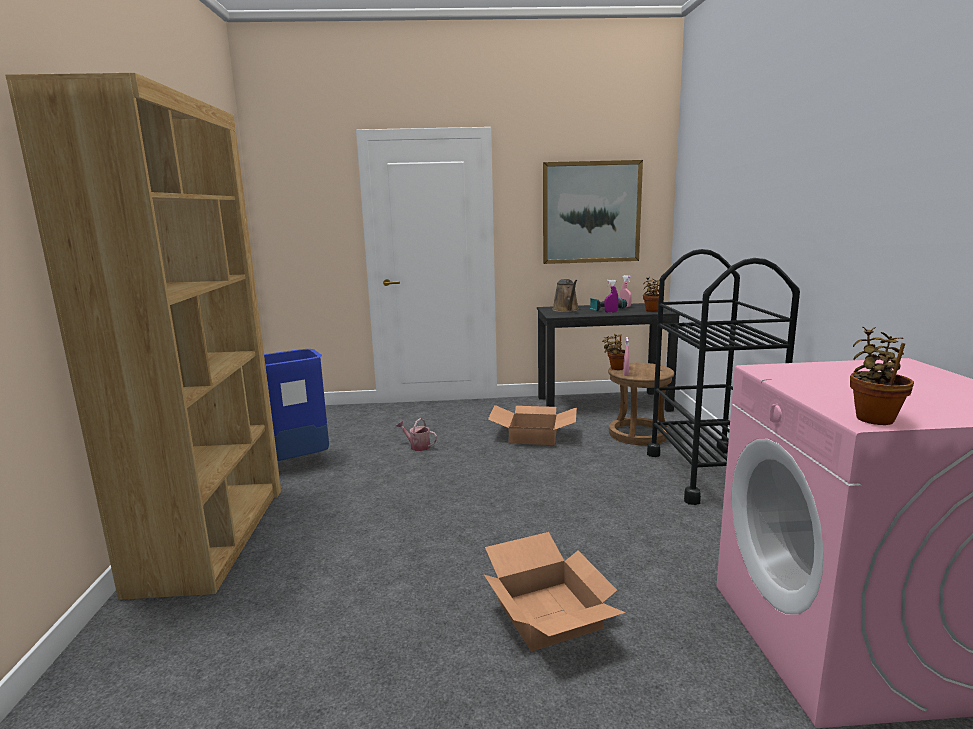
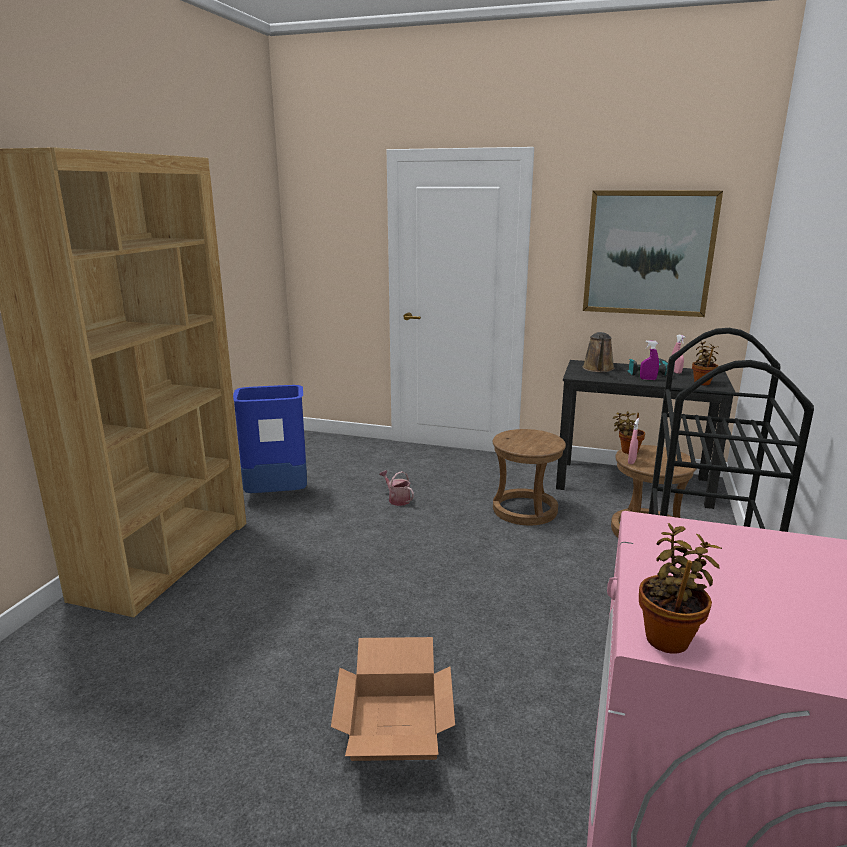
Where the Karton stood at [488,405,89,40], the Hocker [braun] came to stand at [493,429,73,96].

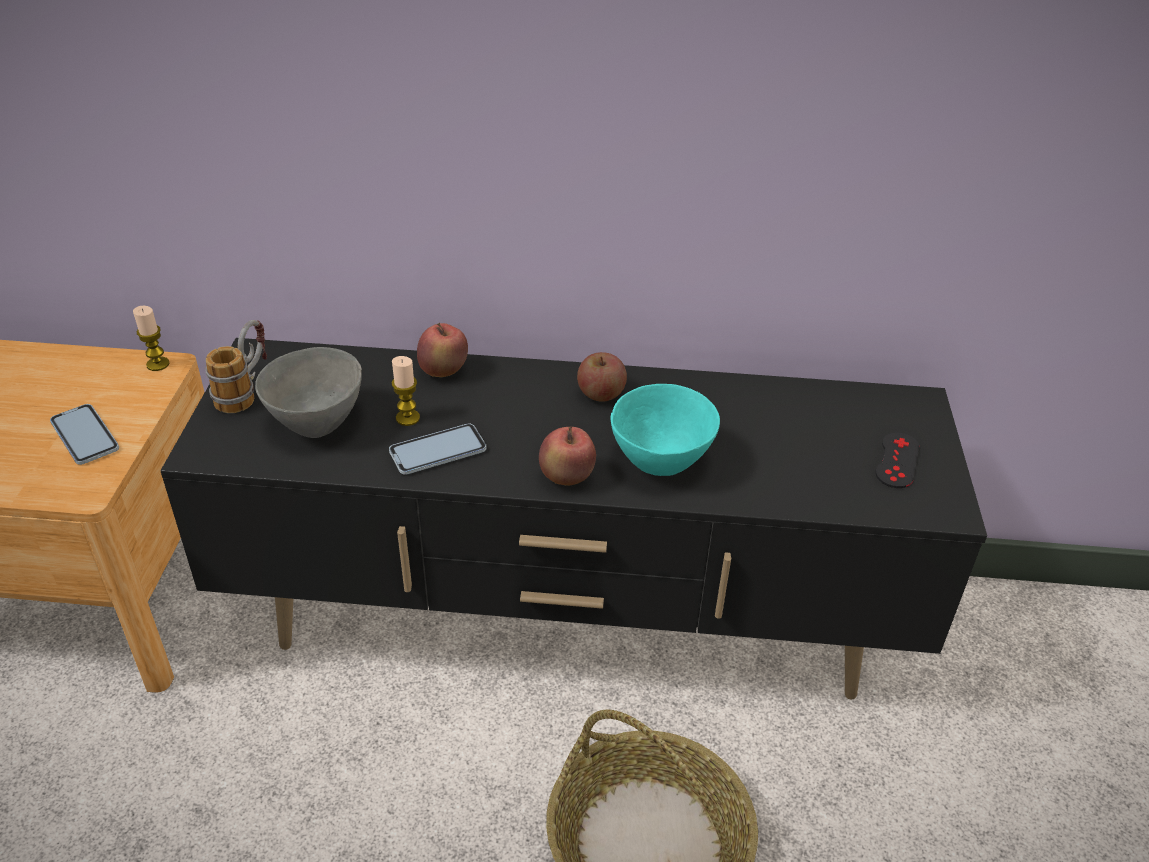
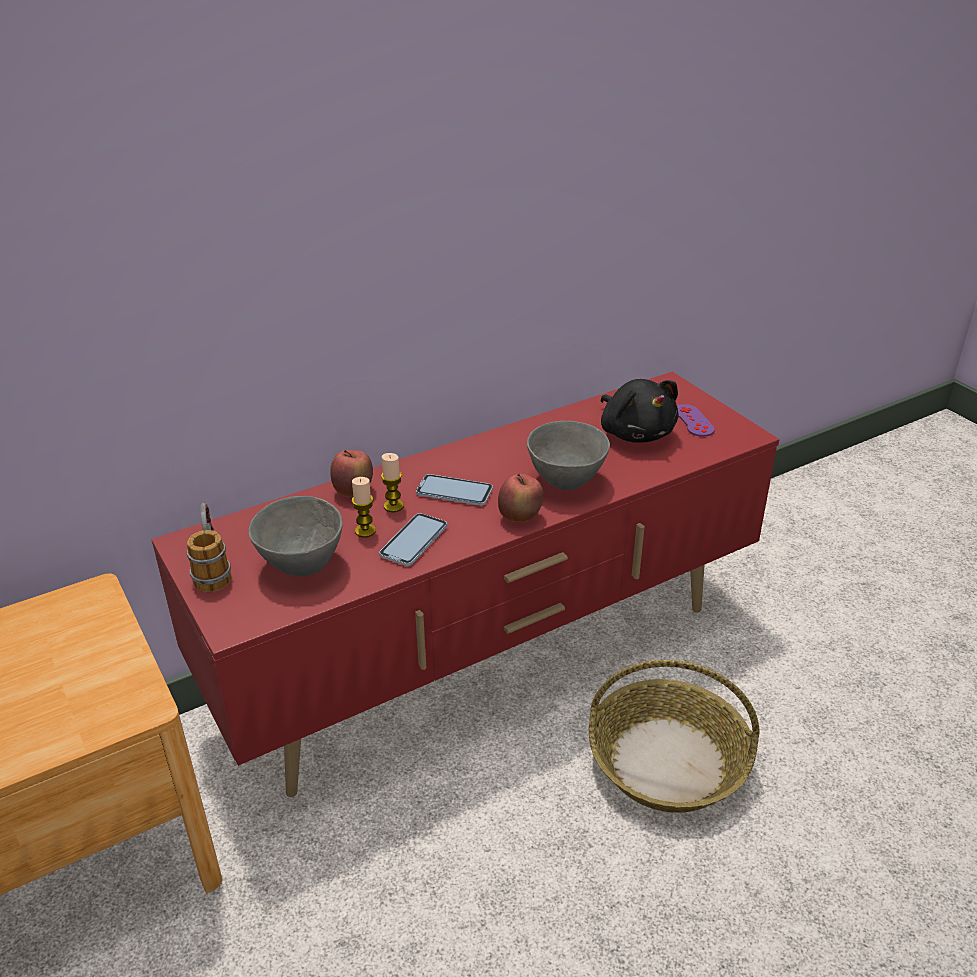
What was the Fernsehschrank [schwarz] at [160,338,827,361] turned into the Fernsehschrank [rot] at [151,372,629,425]. The Kerze ended up elsewhere, having gone from [133,306,37,65] to [381,453,23,59]. The Handy ended up elsewhere, having gone from [50,404,69,61] to [416,474,77,32]. What was the Schüssel [türkis] at [611,384,109,92] turned into the Schüssel [grau] at [527,421,83,69]. The second view gained the Plüschtier [schwarz] at [601,379,78,64]. What was the Gamepad [schwarz] at [875,432,45,56] turned into the Gamepad [lila] at [677,404,38,33]. The second view lost the Apfel at [577,352,50,50].

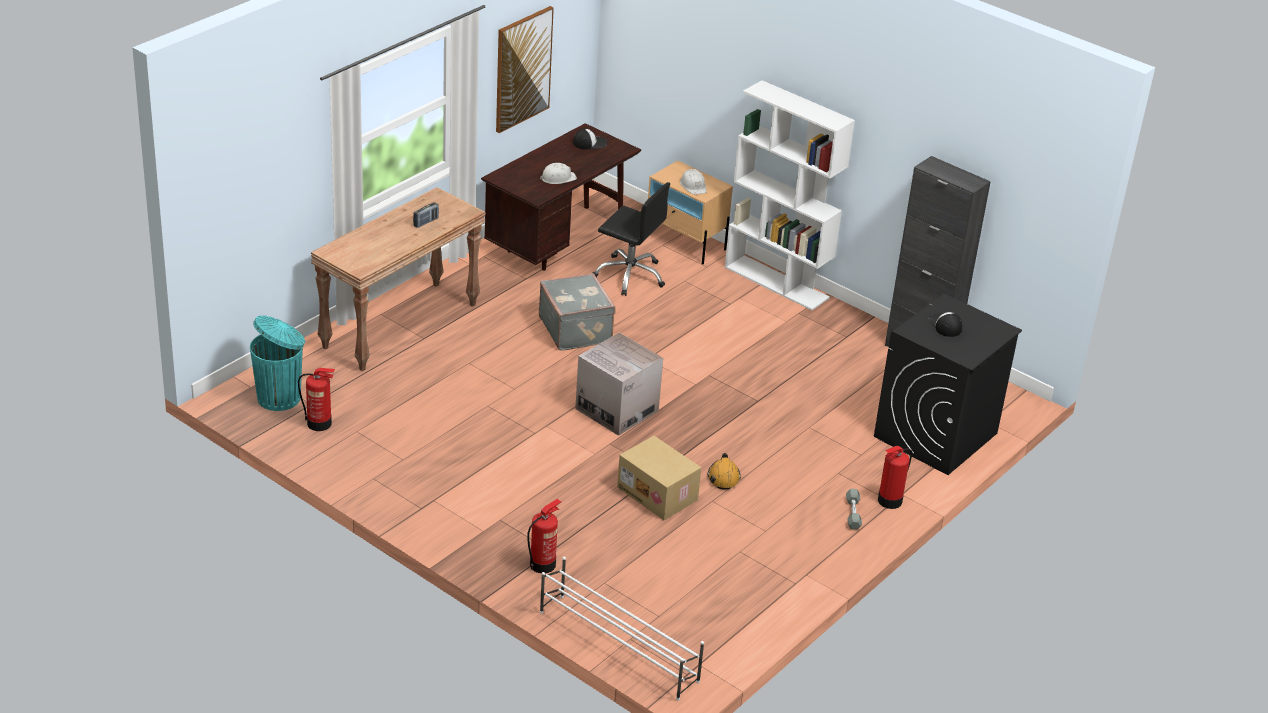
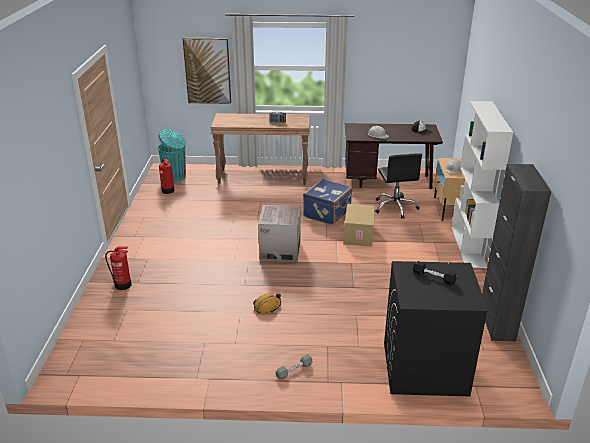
The Bild ended up elsewhere, having gone from [496,6,58,127] to [182,38,49,66]. What was the Koffer [grau] at [539,273,77,78] turned into the Koffer [blau] at [303,178,49,47]. The Karton ended up elsewhere, having gone from [617,436,84,84] to [344,204,31,43]. Where the Kappe stood at [928,312,34,25], the Hantel [schwarz] came to stand at [413,261,44,24]. The second view lost the Schuhregal [weiß] at [540,557,164,144]. The second view lost the Feuerlöscher at [878,446,34,63].

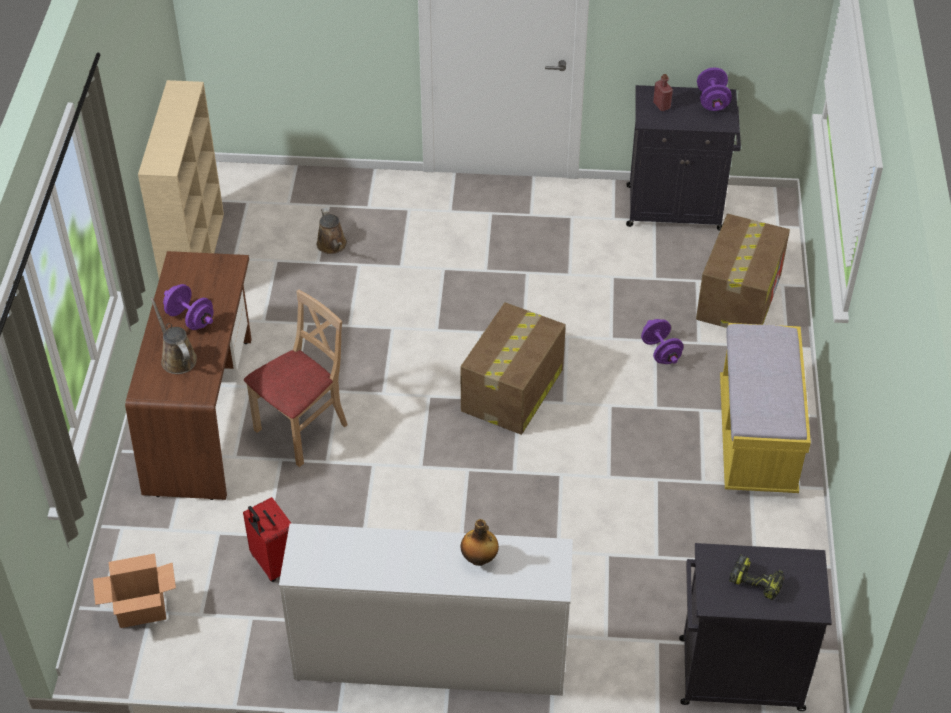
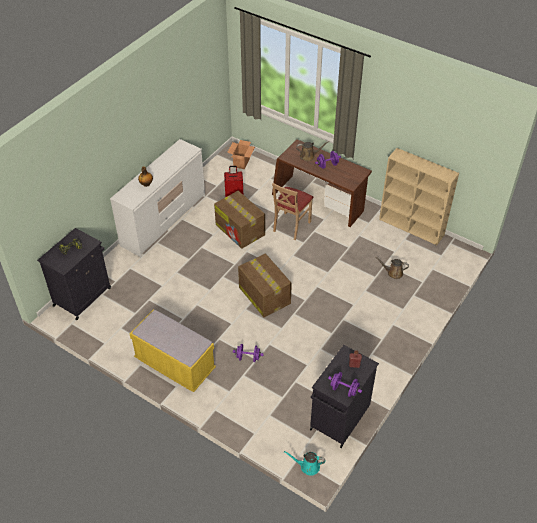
The Karton ended up elsewhere, having gone from [696,214,94,114] to [214,191,51,58]. The Stuhl [beige] at [244,290,103,177] ended up facing another way, 45 degrees clockwise from before. The second view gained the Gießkanne [türkis] at [284,451,41,25].

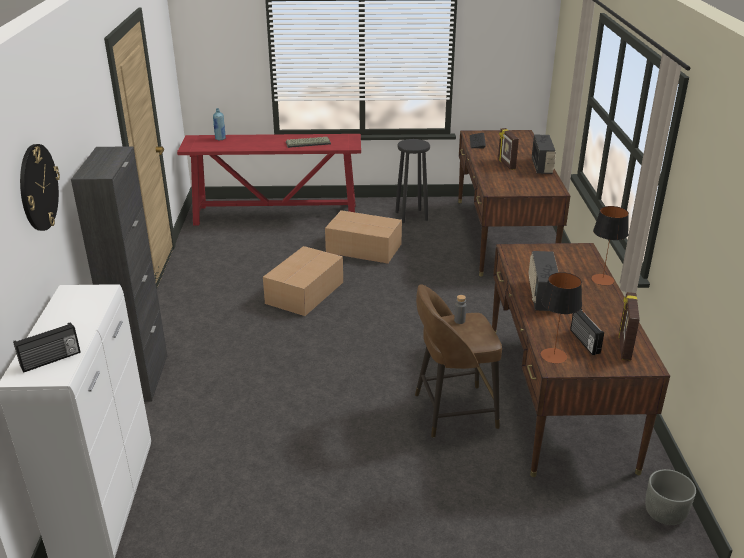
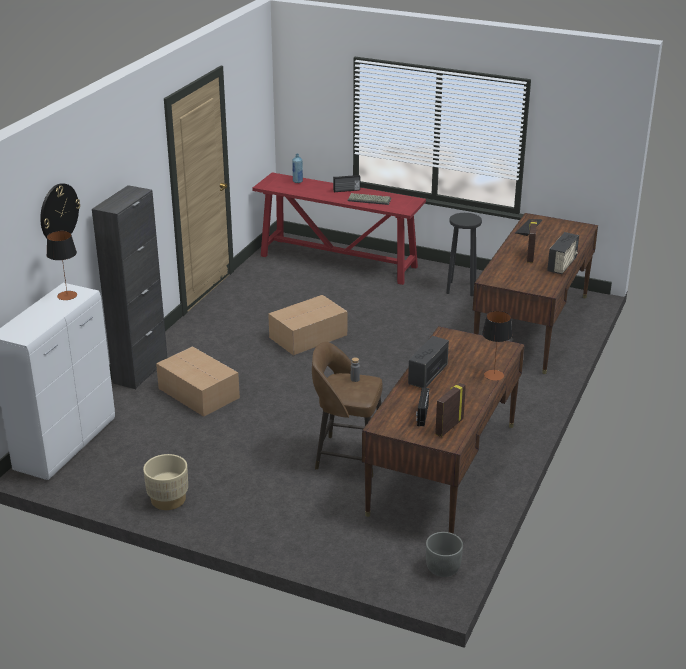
The Tischlampe ended up elsewhere, having gone from [541,272,41,91] to [47,231,30,69]. The second view gained the Pflanzkübel [beige] at [143,454,45,56]. The Karton ended up elsewhere, having gone from [325,210,77,54] to [156,346,84,71]. The Radio ended up elsewhere, having gone from [13,322,67,51] to [333,175,27,17].

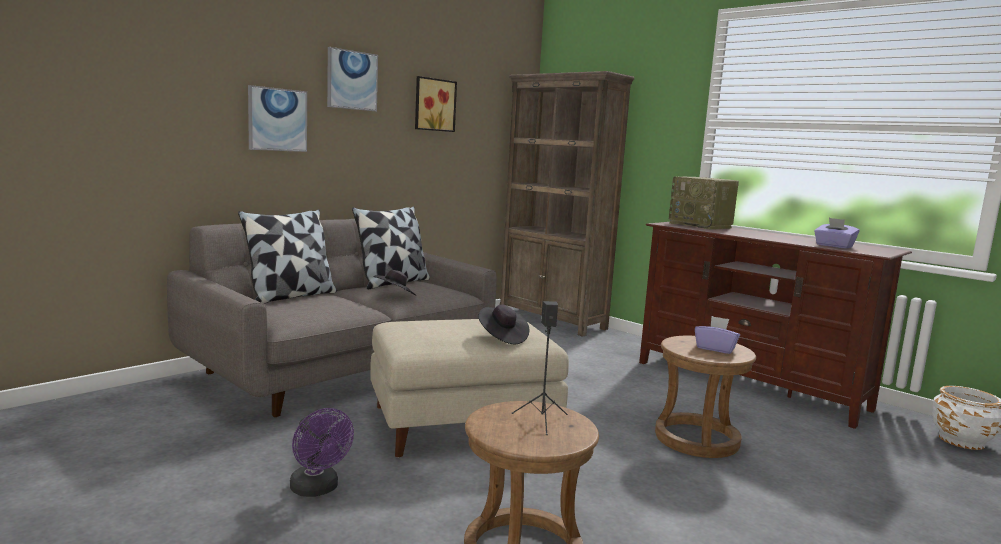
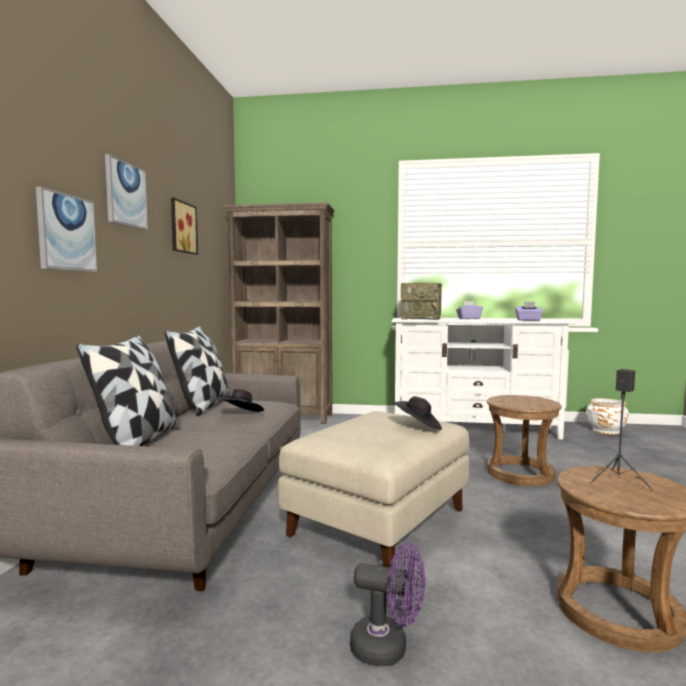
What was the Fernsehschrank [braun] at [639,222,273,207] turned into the Fernsehschrank [weiß] at [391,318,184,122]. The Taschentuchbox [lila] ended up elsewhere, having gone from [695,316,45,38] to [456,301,27,18].

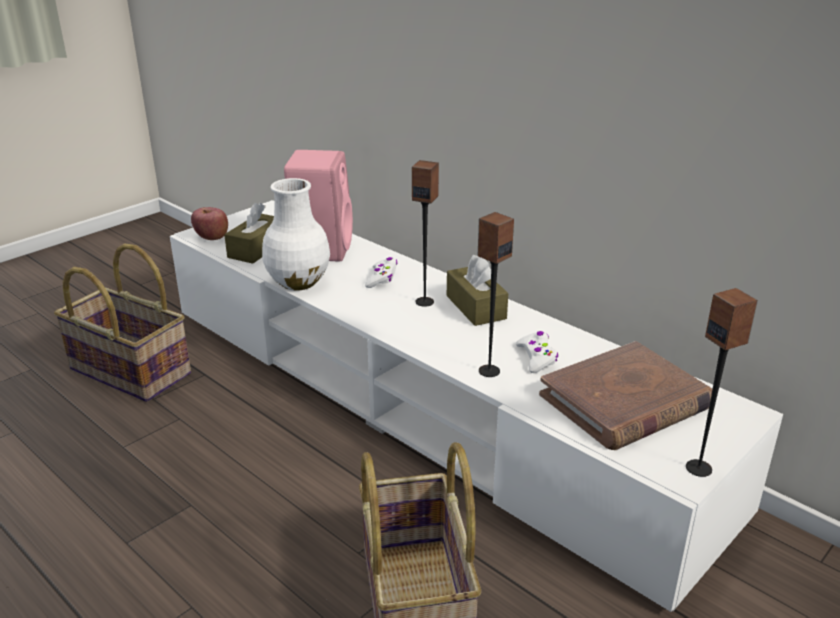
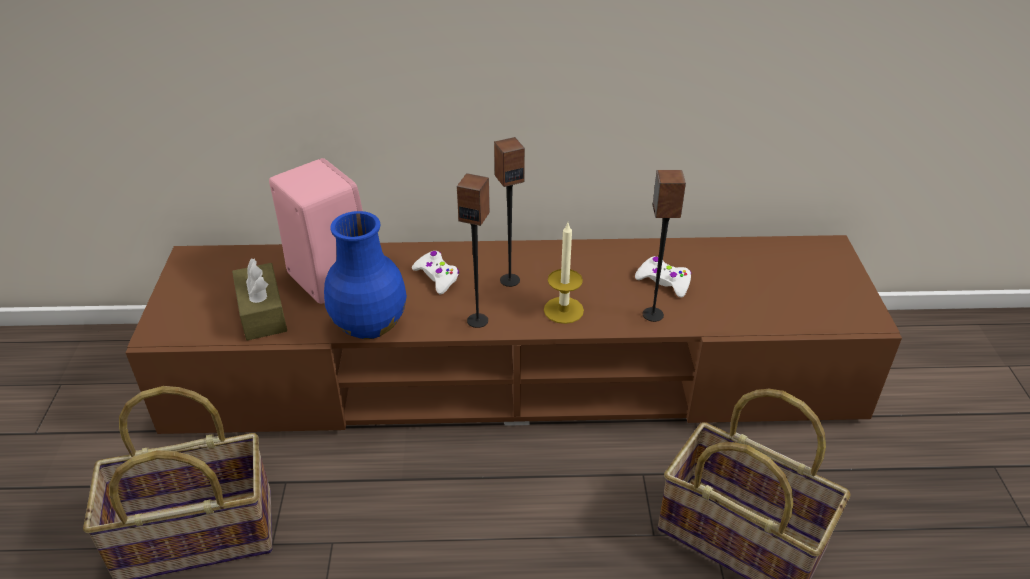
What was the Fernsehschrank [weiß] at [170,200,613,412] turned into the Fernsehschrank [braun] at [126,235,776,199]. What was the Vase [weiß] at [262,178,68,113] turned into the Vase [blau] at [324,211,83,128]. The Lautsprecher ended up elsewhere, having gone from [686,288,72,189] to [457,173,33,155]. The second view gained the Kerze at [544,223,40,101]. The second view lost the Apfel at [191,207,37,33]. The second view lost the Taschentuchbox [braun] at [447,255,61,71]. The second view lost the Buch [braun] at [539,341,173,109].

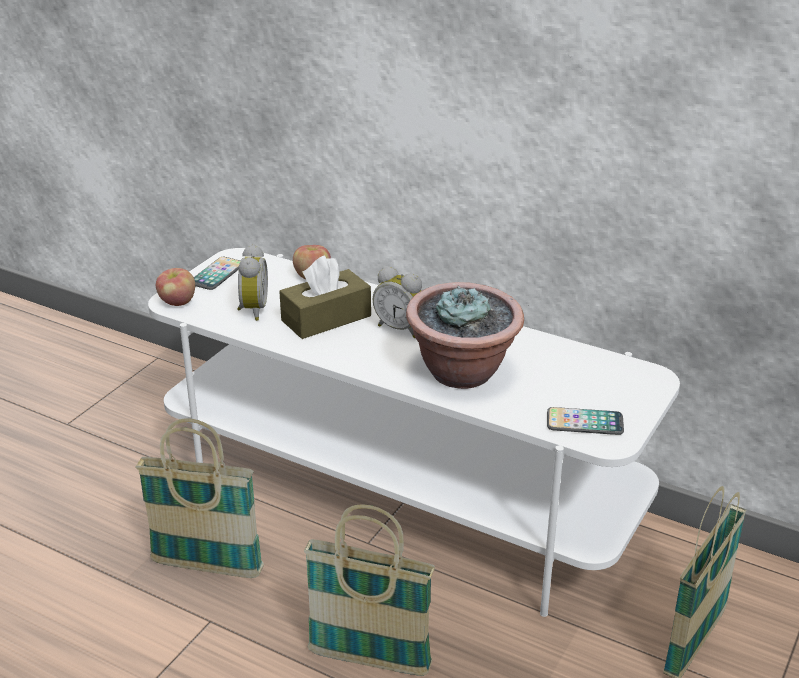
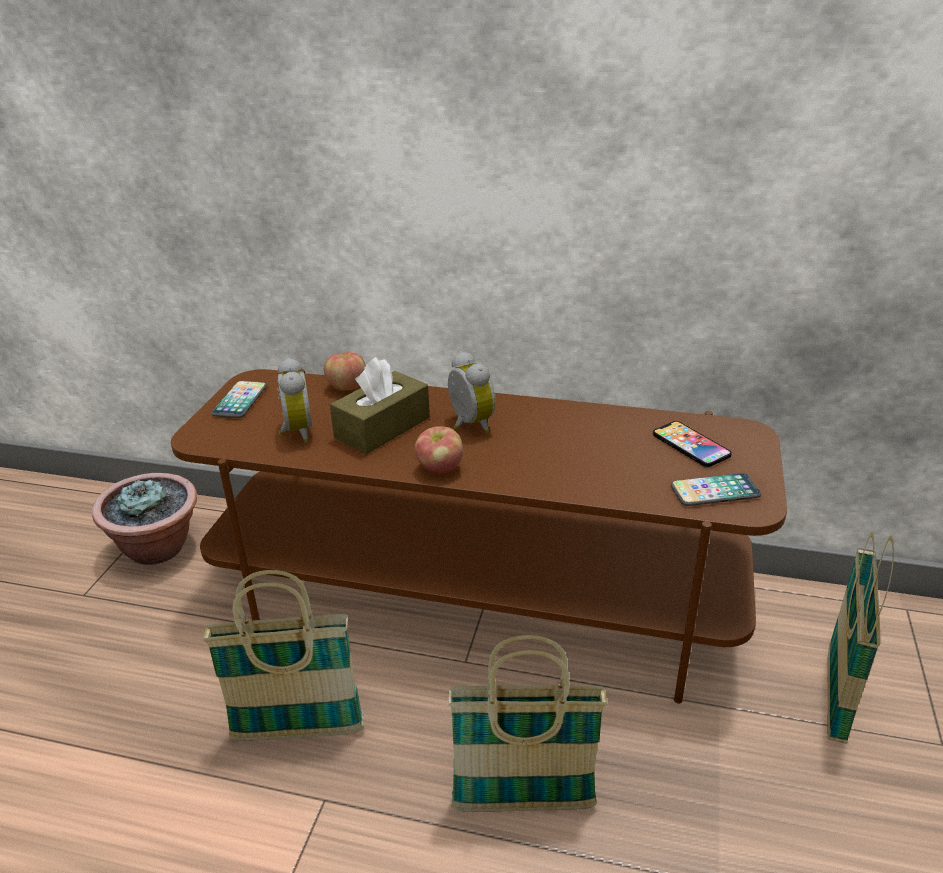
The Topfpflanze ended up elsewhere, having gone from [406,282,118,107] to [92,473,105,92]. What was the Fernsehschrank [weiß] at [148,248,532,369] turned into the Fernsehschrank [braun] at [171,369,616,335]. The Apfel ended up elsewhere, having gone from [156,268,39,38] to [415,426,48,47]. The Wecker at [373,266,50,72] ended up facing another way, 135 degrees counterclockwise from before. The second view gained the Handy at [653,421,79,46].

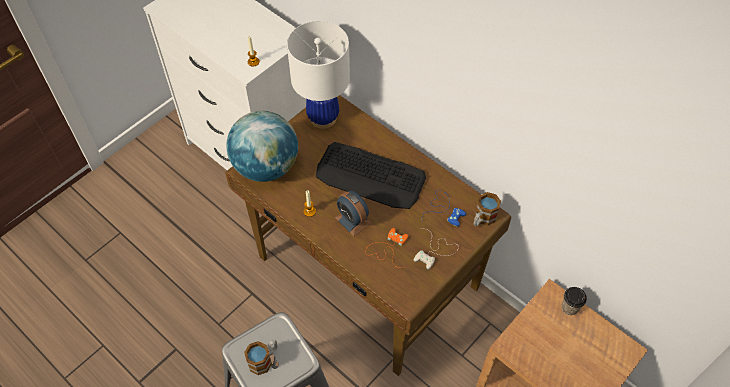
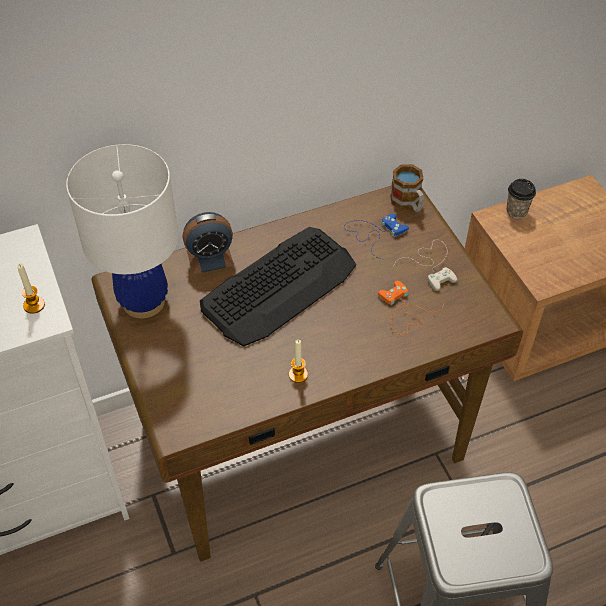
The Wecker ended up elsewhere, having gone from [335,191,37,46] to [183,212,51,63]. The second view lost the Globus at [226,111,72,71]. The second view lost the Henkelbecher at [244,339,33,36].

